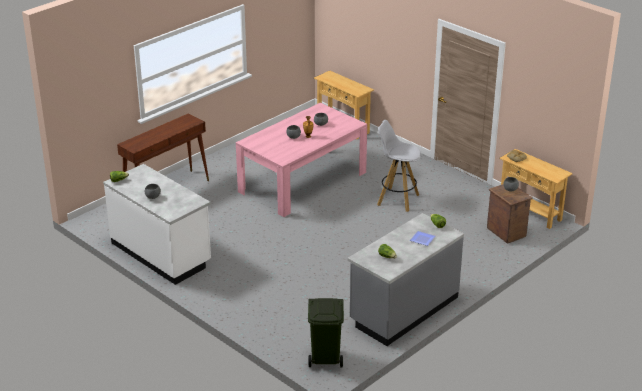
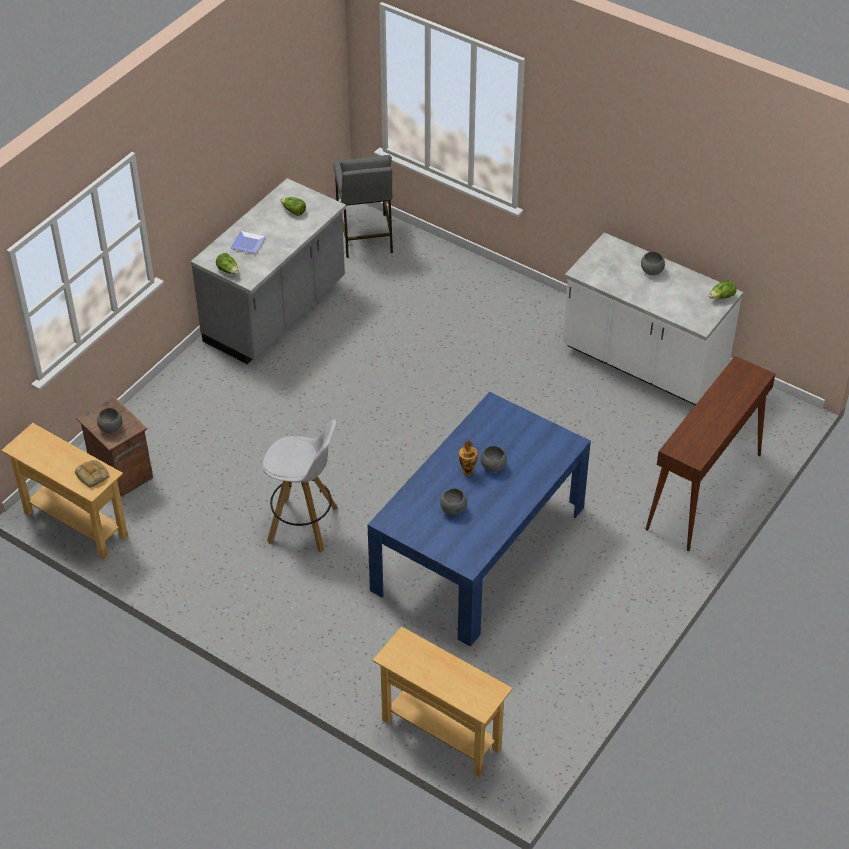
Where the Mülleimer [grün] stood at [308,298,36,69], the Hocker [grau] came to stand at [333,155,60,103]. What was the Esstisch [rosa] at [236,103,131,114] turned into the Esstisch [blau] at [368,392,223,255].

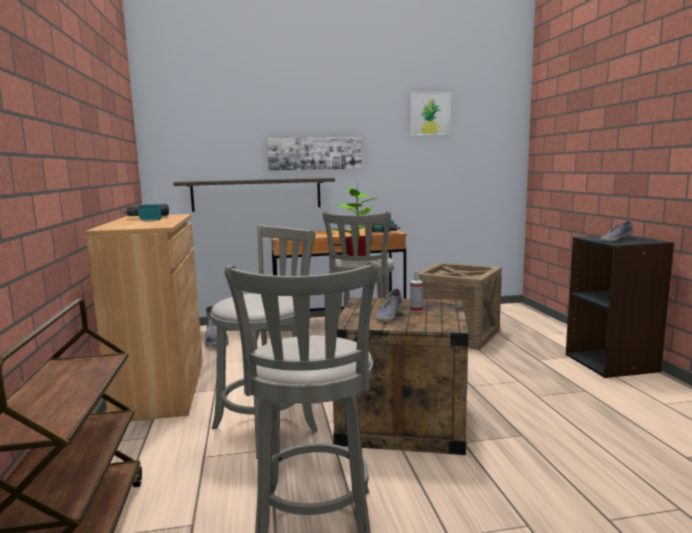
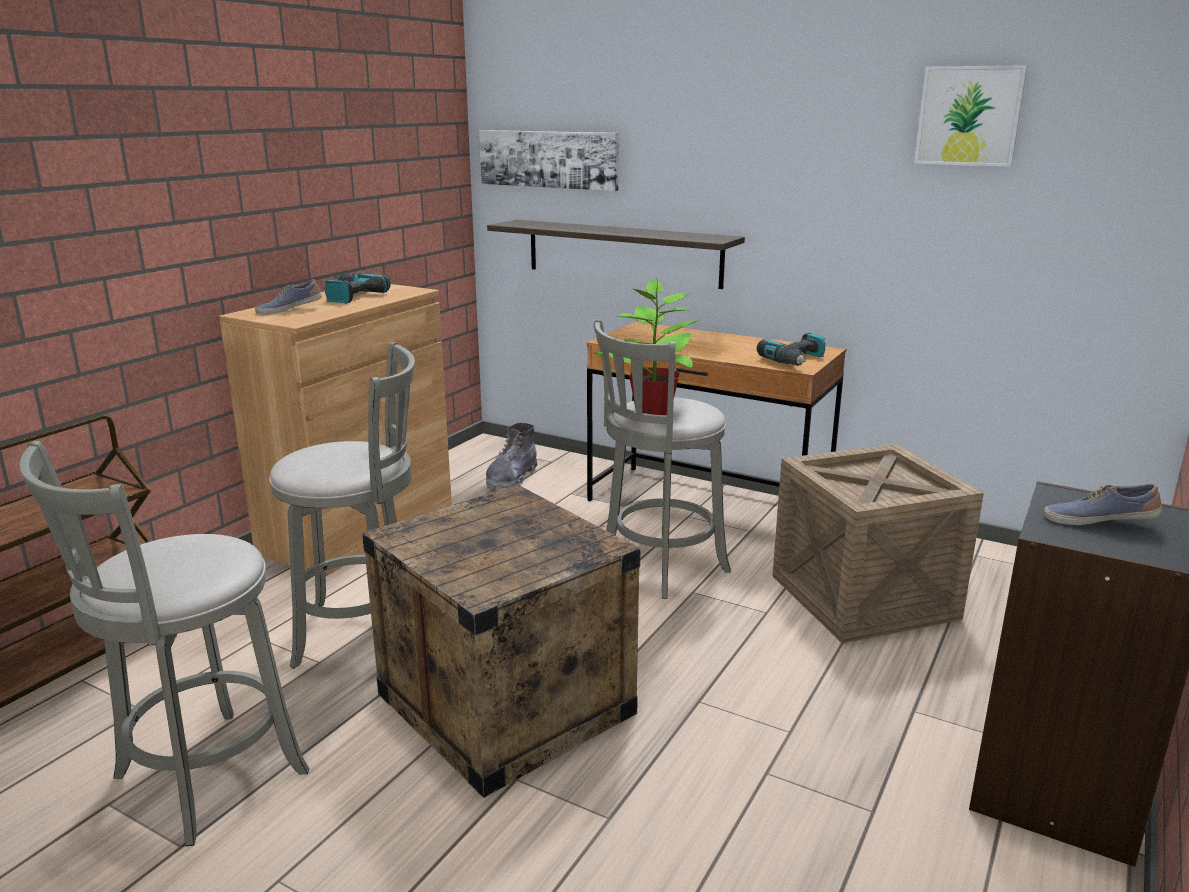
The Schuh ended up elsewhere, having gone from [376,288,26,34] to [255,279,67,36]. The Bild ended up elsewhere, having gone from [267,137,94,34] to [479,130,140,61]. The second view lost the Sprühflasche at [410,270,13,42].

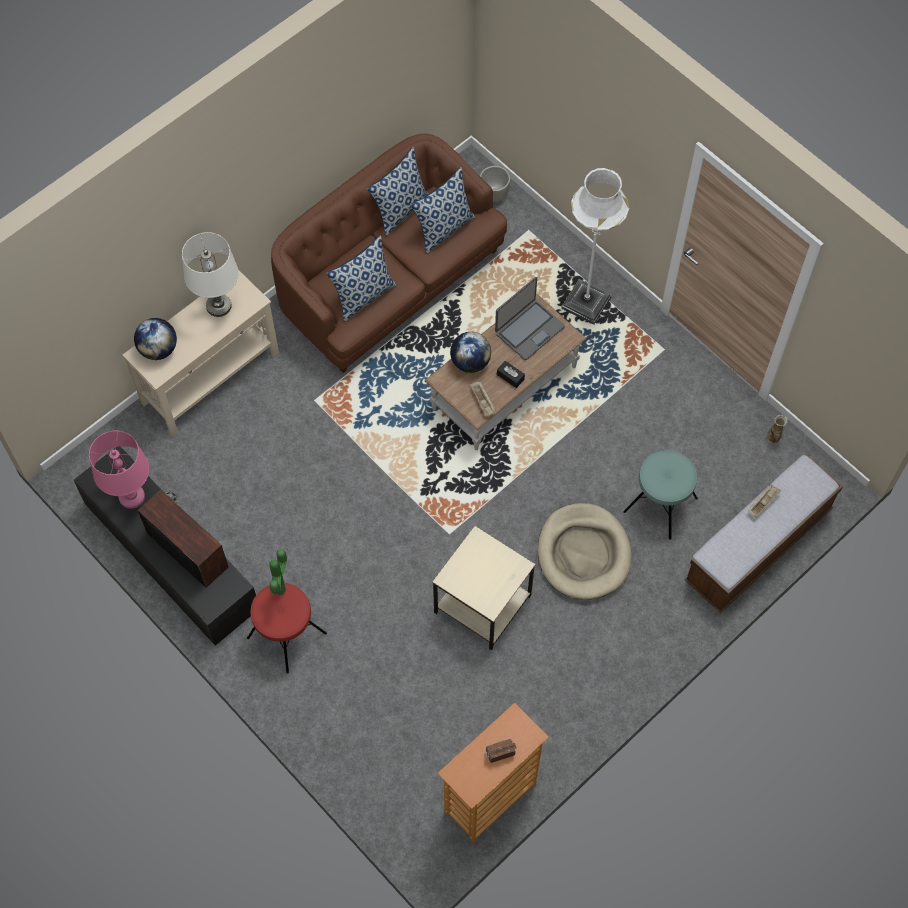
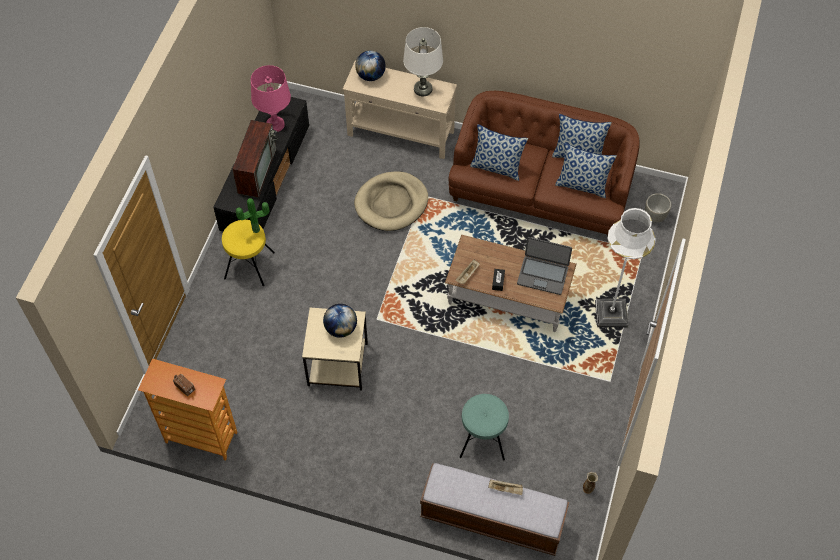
What was the Hocker [rot] at [247,583,80,91] turned into the Hocker [gelb] at [222,220,53,66]. The Globus ended up elsewhere, having gone from [450,332,41,41] to [323,304,34,34]. The Hundebett [beige] ended up elsewhere, having gone from [538,503,93,97] to [354,171,74,60].

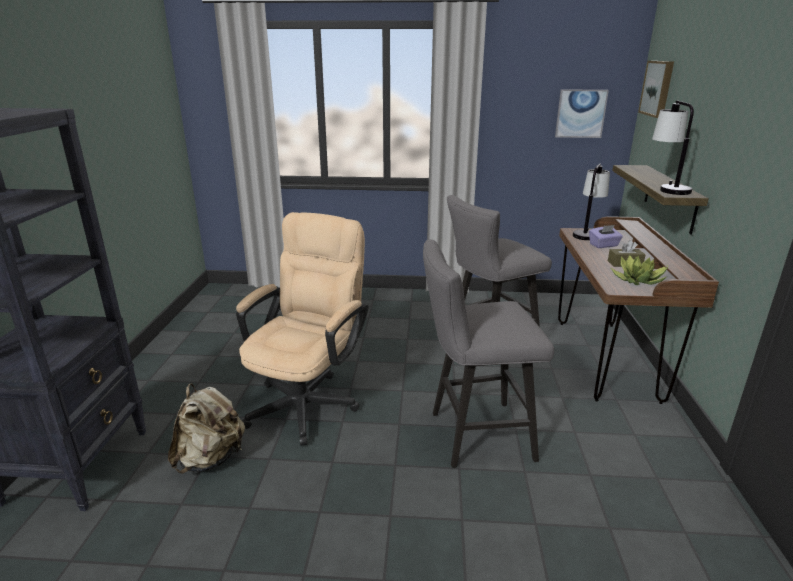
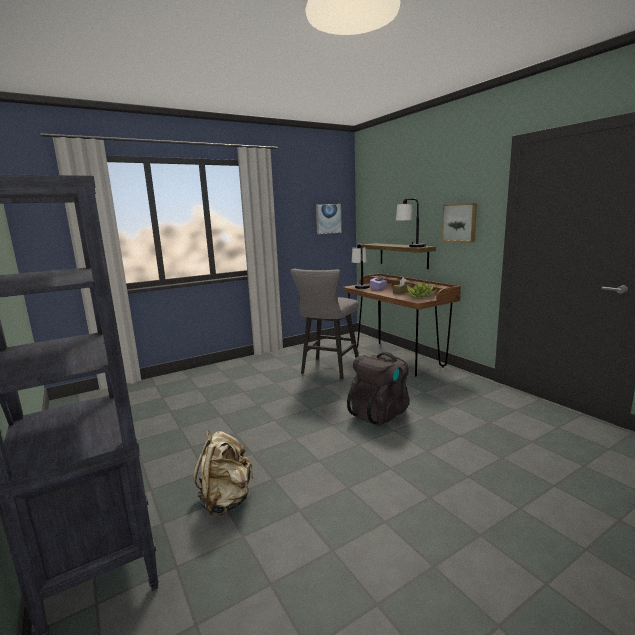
Where the Hocker [grau] stood at [423,240,131,228], the Rucksack [schwarz] came to stand at [347,352,63,74]. The Bild ended up elsewhere, having gone from [638,61,36,57] to [442,203,35,40]. The second view lost the Bürostuhl [beige] at [236,212,133,234].

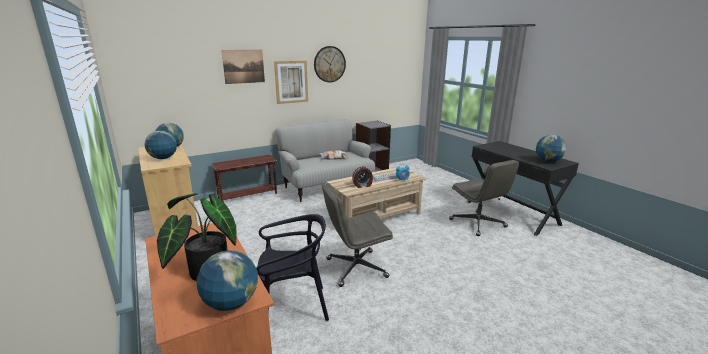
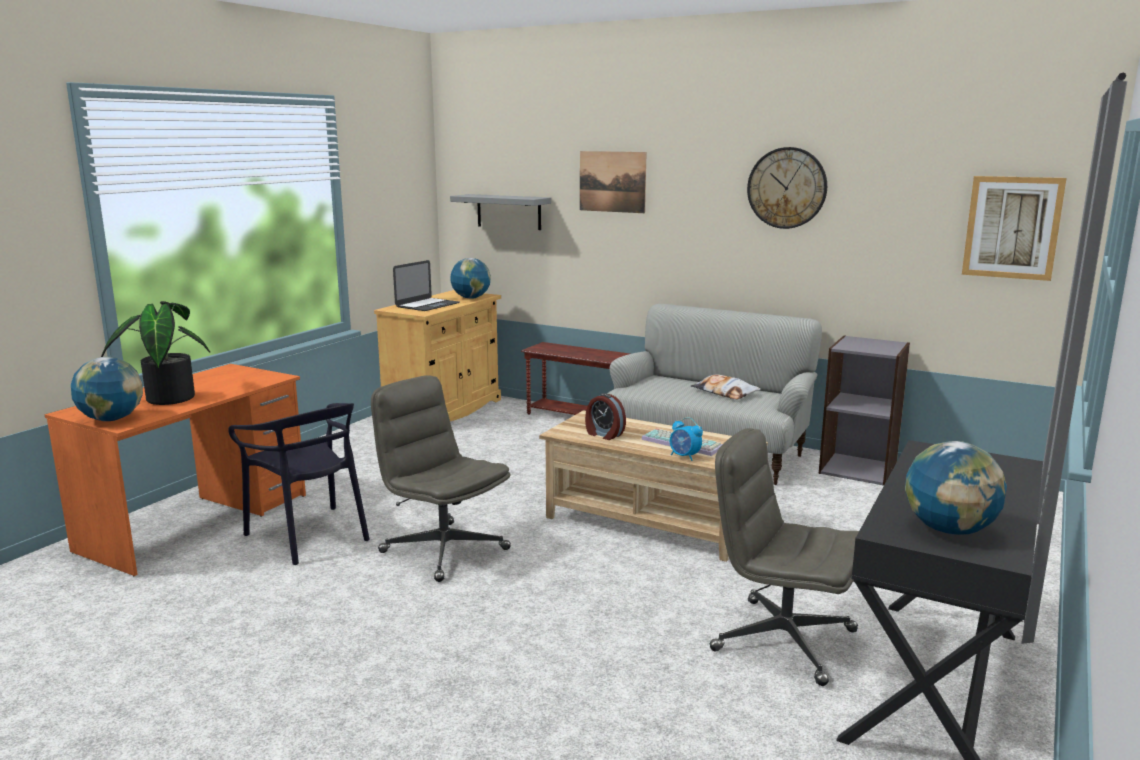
Where the Globus stood at [145,131,32,28], the Laptop came to stand at [393,260,67,51]. The second view gained the Wandregal [grau] at [450,194,101,36]. The Bürostuhl [grau] at [449,160,70,76] ended up facing another way, 90 degrees clockwise from before. The Bild ended up elsewhere, having gone from [274,61,34,43] to [962,176,105,105].

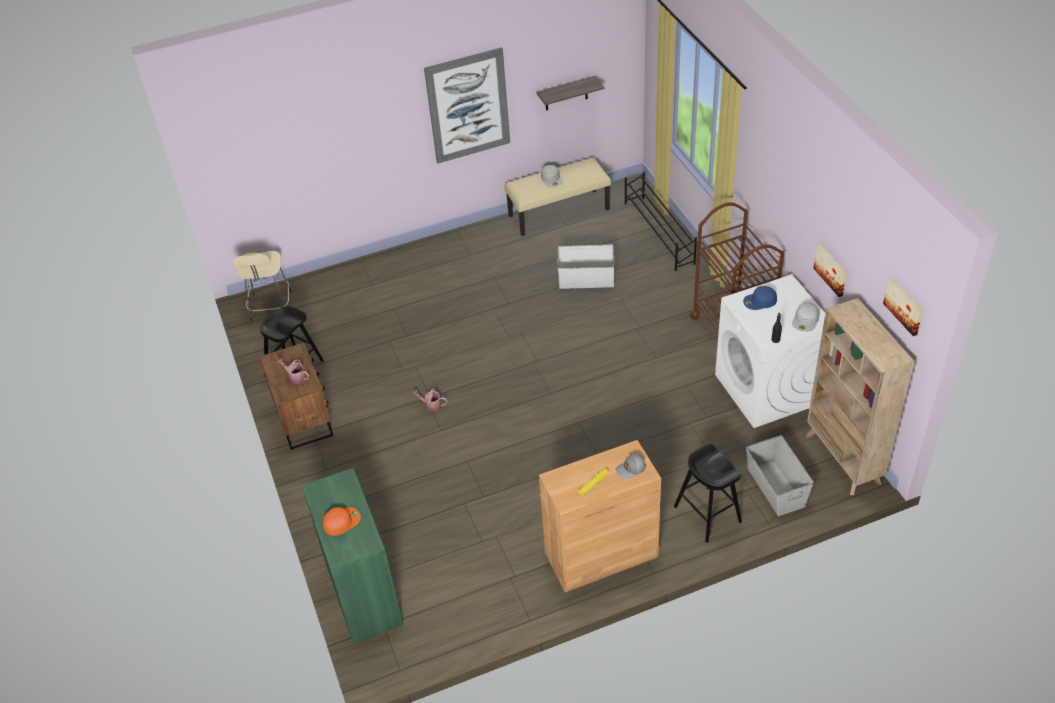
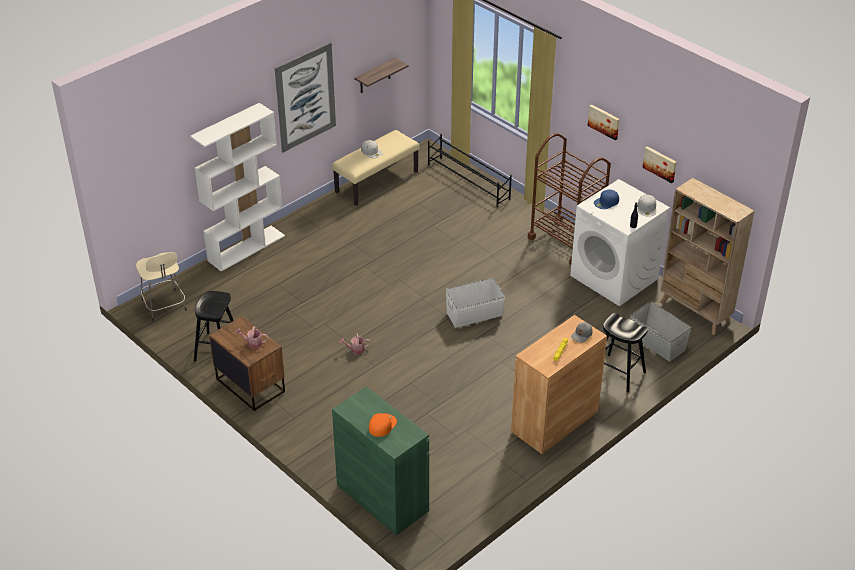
The second view gained the Bücherregal [weiß] at [190,103,95,168]. The Aufbewahrungsbox [weiß] ended up elsewhere, having gone from [557,244,58,45] to [446,278,59,50]. The Bild ended up elsewhere, having gone from [883,277,40,59] to [588,104,32,36].

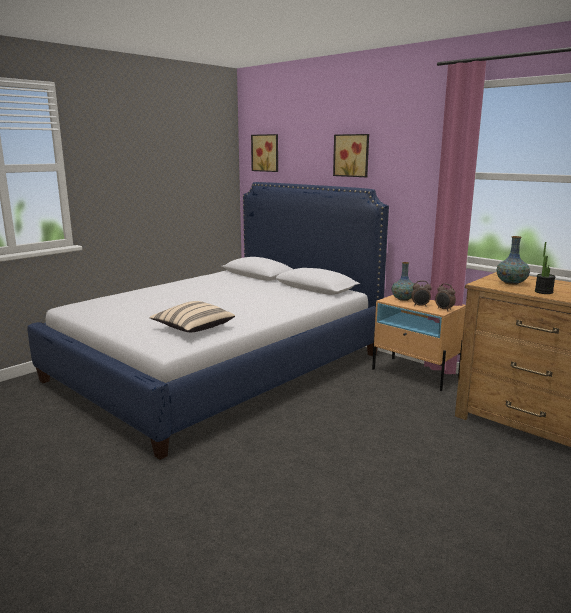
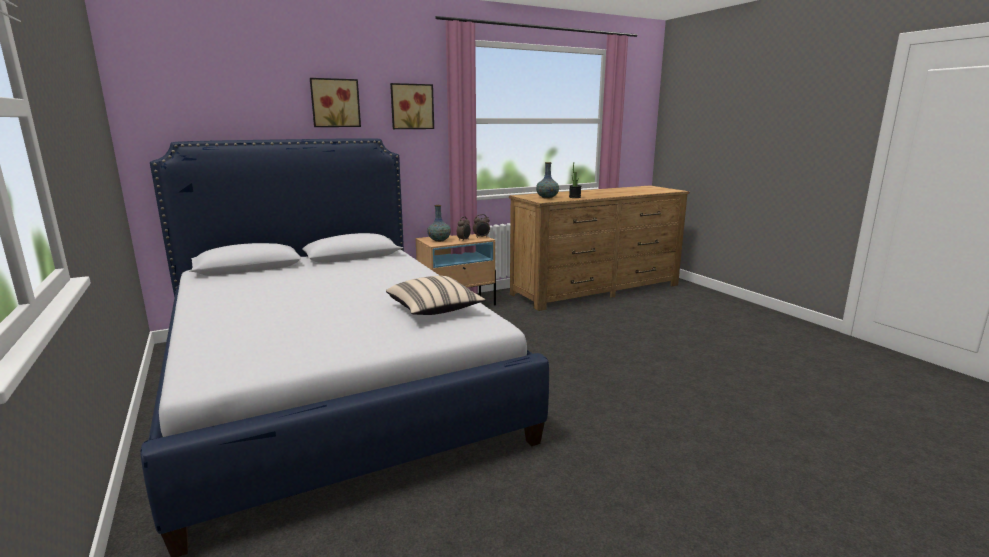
The Bild ended up elsewhere, having gone from [251,134,27,38] to [390,83,44,46].

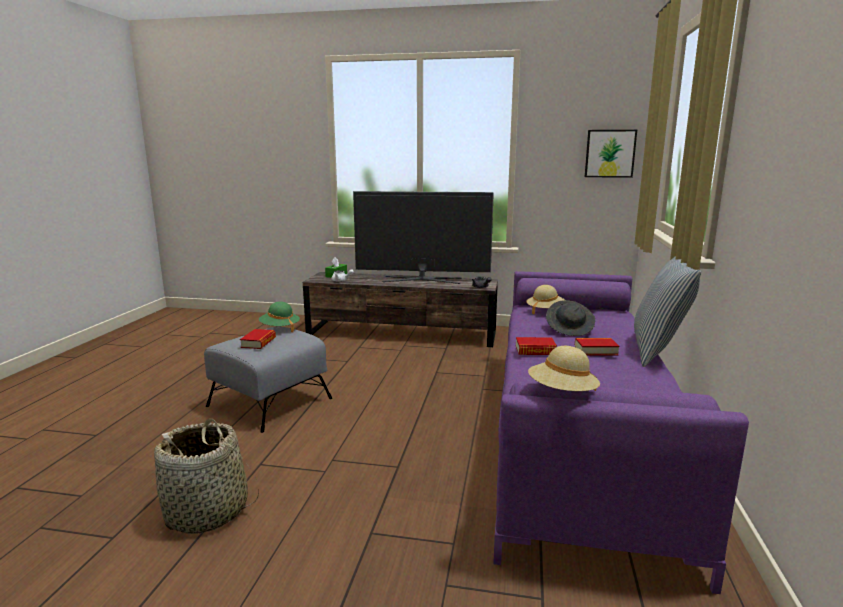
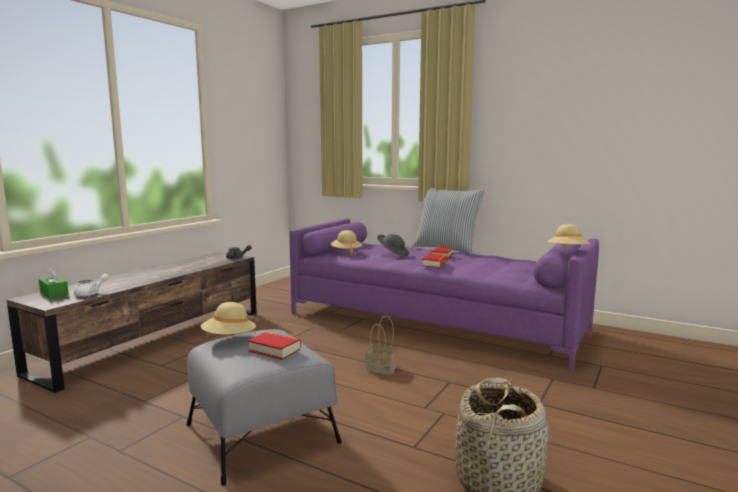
What was the Hut [grün] at [259,302,41,30] turned into the Hut [beige] at [201,302,55,32]. The second view gained the Korb at [365,316,33,59]. The second view lost the Fernseher at [353,191,141,93]. The second view lost the Bild at [585,130,52,48].

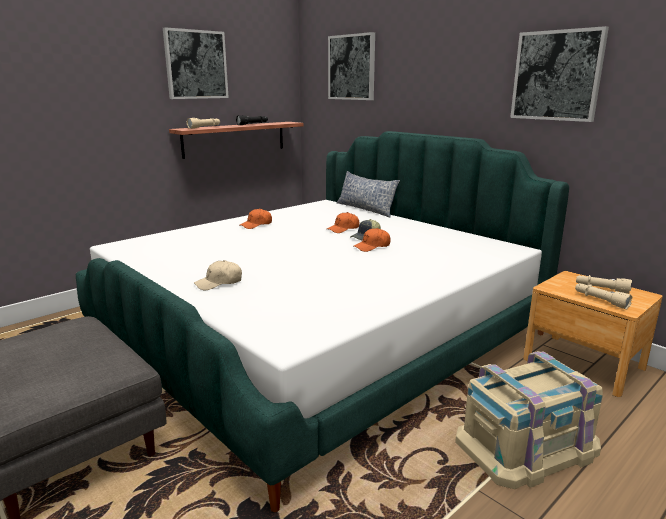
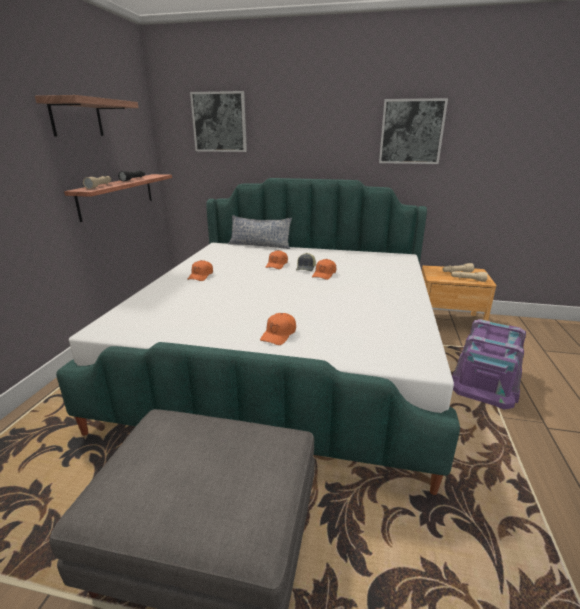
Where the Bild hung at [163,27,66,72], the Wandregal came to hang at [35,95,103,42]. What was the Kappe [beige] at [194,260,48,30] turned into the Kappe [orange] at [260,313,36,32]. What was the Aufbewahrungsbox [beige] at [455,351,148,138] turned into the Aufbewahrungsbox [lila] at [452,319,74,91].

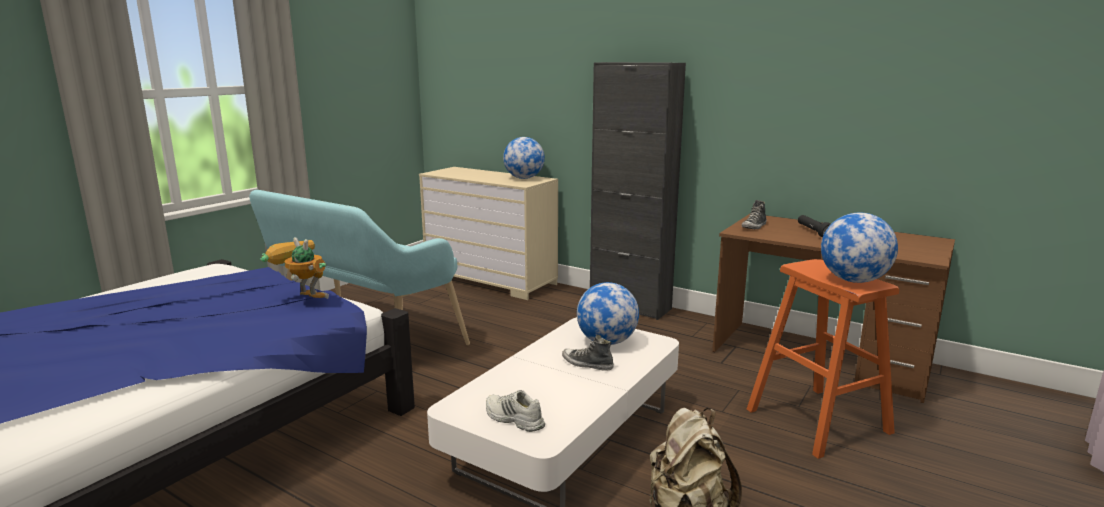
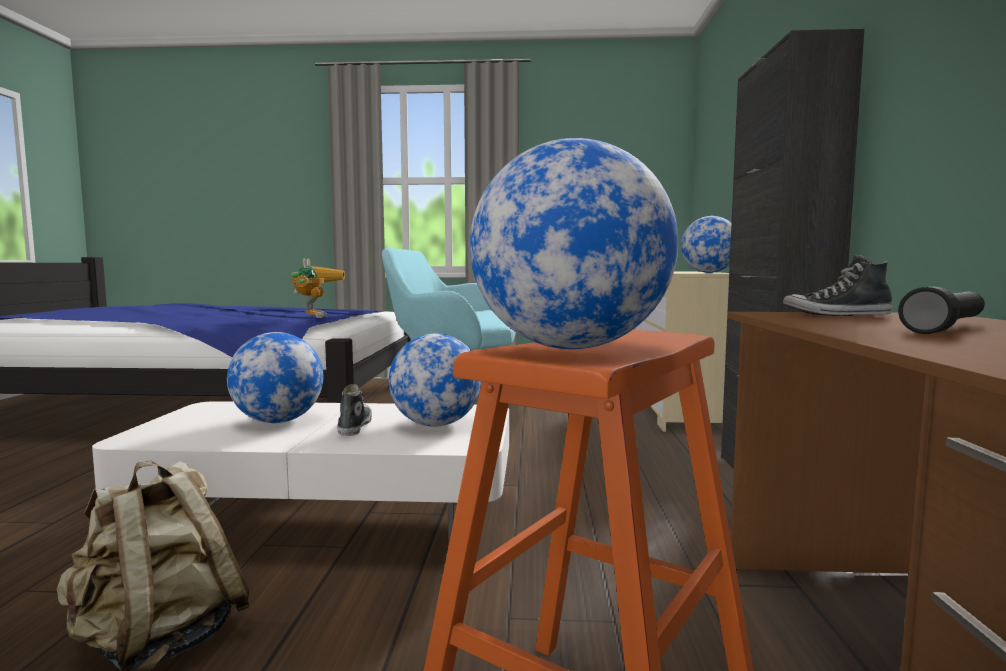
The second view gained the Globus at [227,332,96,91]. The second view lost the Schuh [weiß] at [486,390,59,42].

